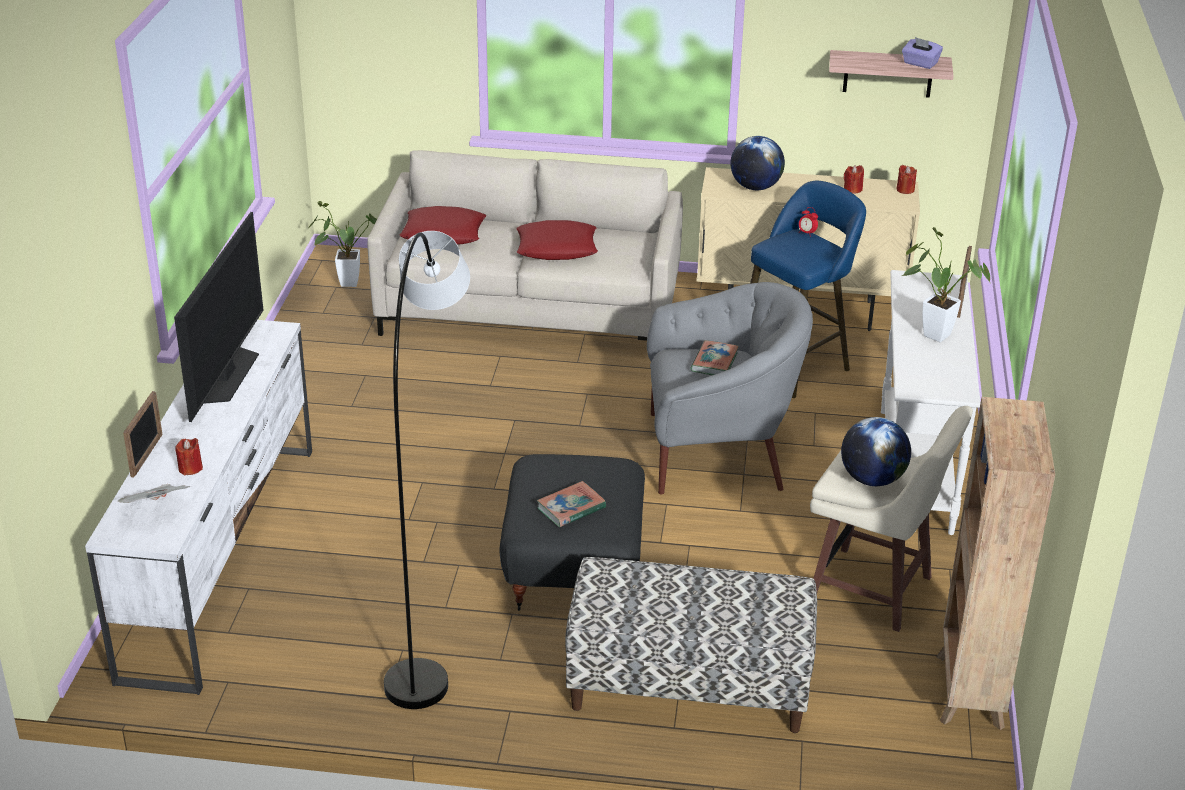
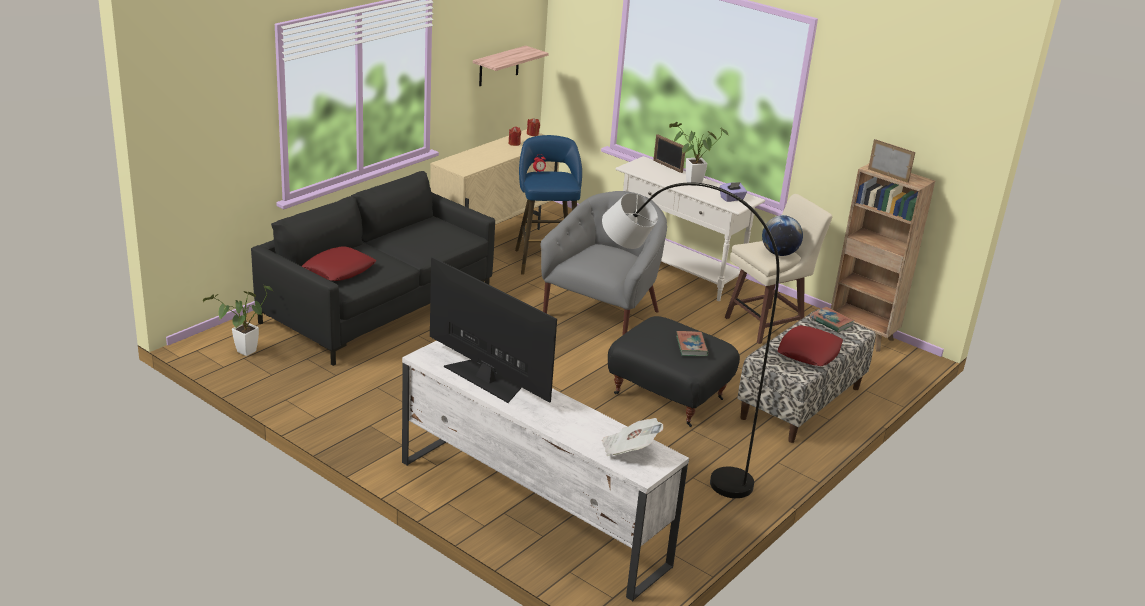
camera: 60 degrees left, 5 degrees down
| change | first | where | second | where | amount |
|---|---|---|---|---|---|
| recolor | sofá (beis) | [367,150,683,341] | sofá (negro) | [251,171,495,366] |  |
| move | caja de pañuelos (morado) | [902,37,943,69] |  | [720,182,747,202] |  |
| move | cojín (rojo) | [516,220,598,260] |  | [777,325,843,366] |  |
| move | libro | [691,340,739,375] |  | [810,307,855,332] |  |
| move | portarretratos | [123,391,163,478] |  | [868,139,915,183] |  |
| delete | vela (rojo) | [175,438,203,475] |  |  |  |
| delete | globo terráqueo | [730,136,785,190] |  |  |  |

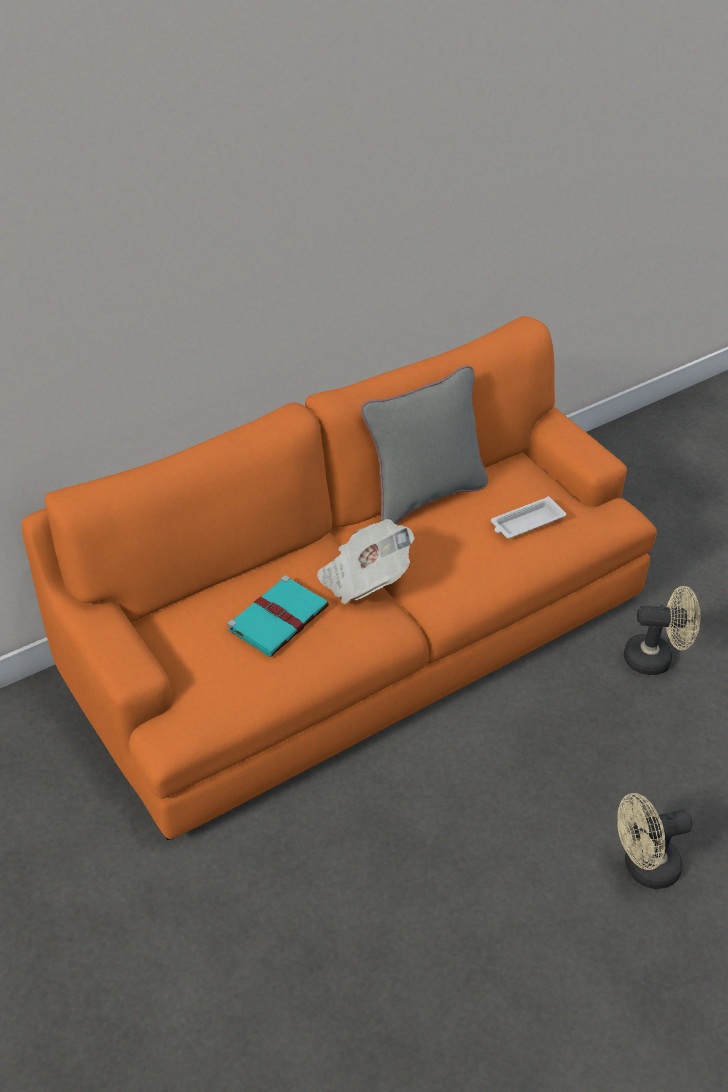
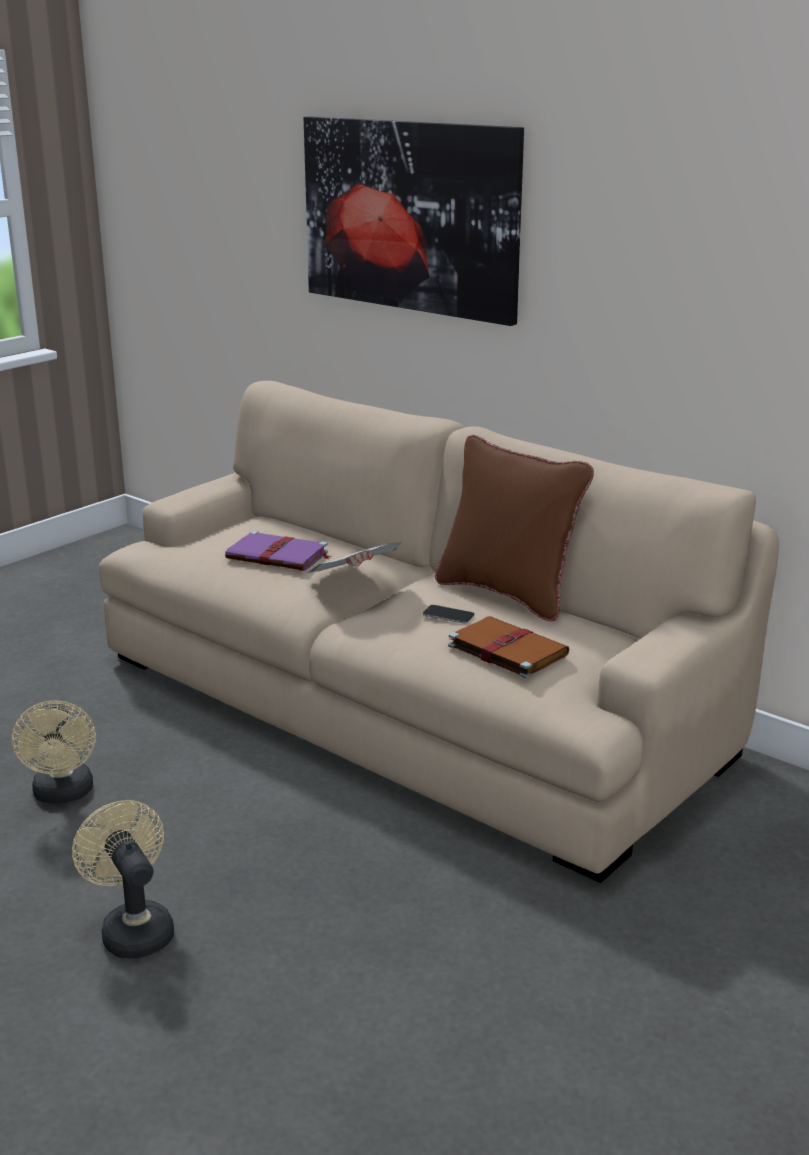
camera: 75 degrees right, 20 degrees down
| change | first | where | second | where | amount |
|---|---|---|---|---|---|
| move | ventilador (beis) | [624,586,701,675] |  | [12,701,96,804] |  |
| recolor | sofá (naranja) | [21,316,657,840] | sofá (beis) | [99,381,779,883] |  |
| recolor | libro (turquesa) | [227,575,329,657] | libro (morado) | [225,531,330,571] |  |
| insert |  |  | cuadro | [304,116,524,326] |  |
| insert |  |  | móvil | [422,605,474,623] |  |
| recolor | cojín (gris) | [361,365,488,524] | cojín (marrón) | [435,435,594,621] |  |
| replace | bandeja (blanco) | [491,496,567,539] | libro (marrón) | [448,616,570,678] |  |

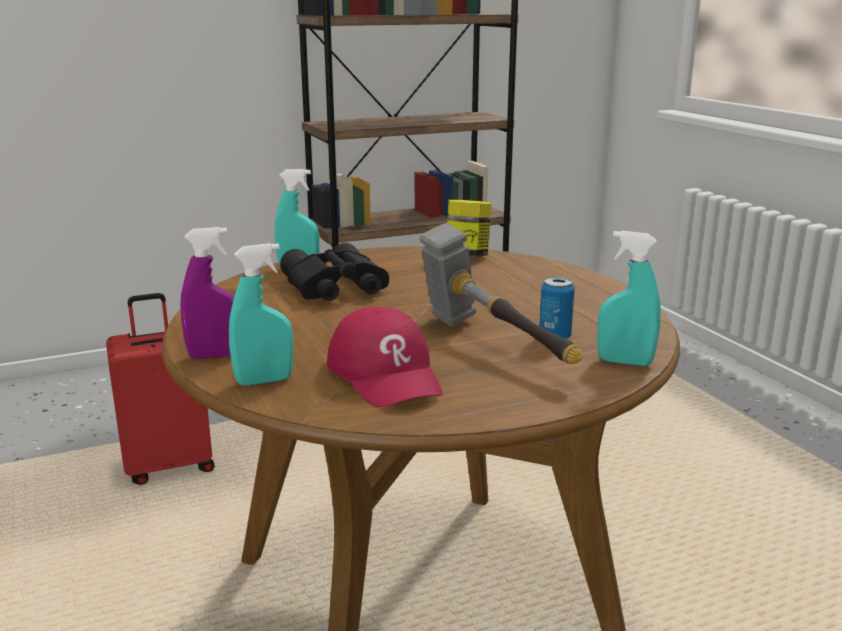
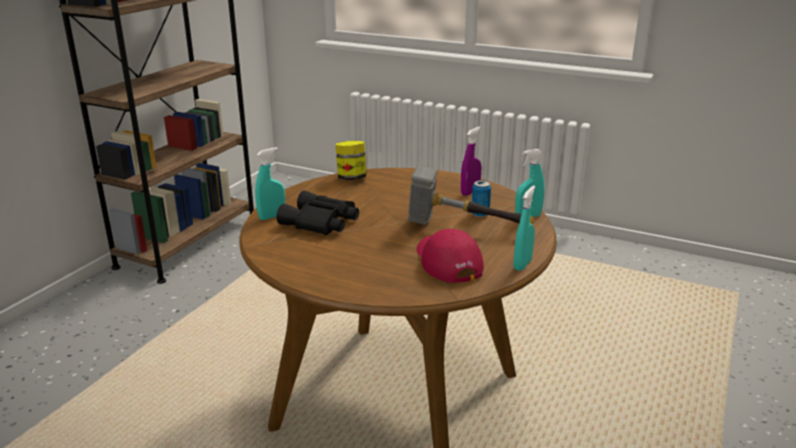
camera: 40 degrees left, 5 degrees up
| change | first | where | second | where | amount |
|---|---|---|---|---|---|
| rotate | gorra (rojo) | [327,307,443,408] |  | [417,229,484,283] | 135 degrees counterclockwise |
| move | pulverizador (morado) | [180,227,234,359] |  | [461,127,481,196] |  |
| move | pulverizador (turquesa) | [229,243,293,386] |  | [514,185,535,271] |  |
| delete | maleta (rojo) | [106,293,215,485] |  |  |  |

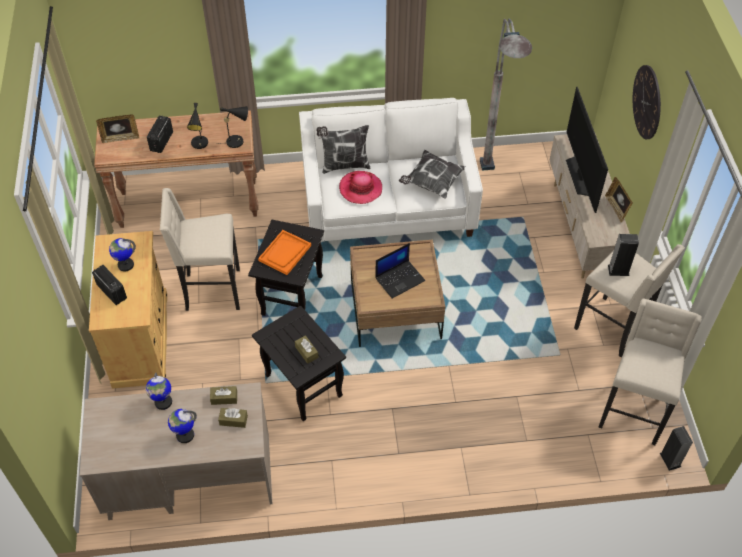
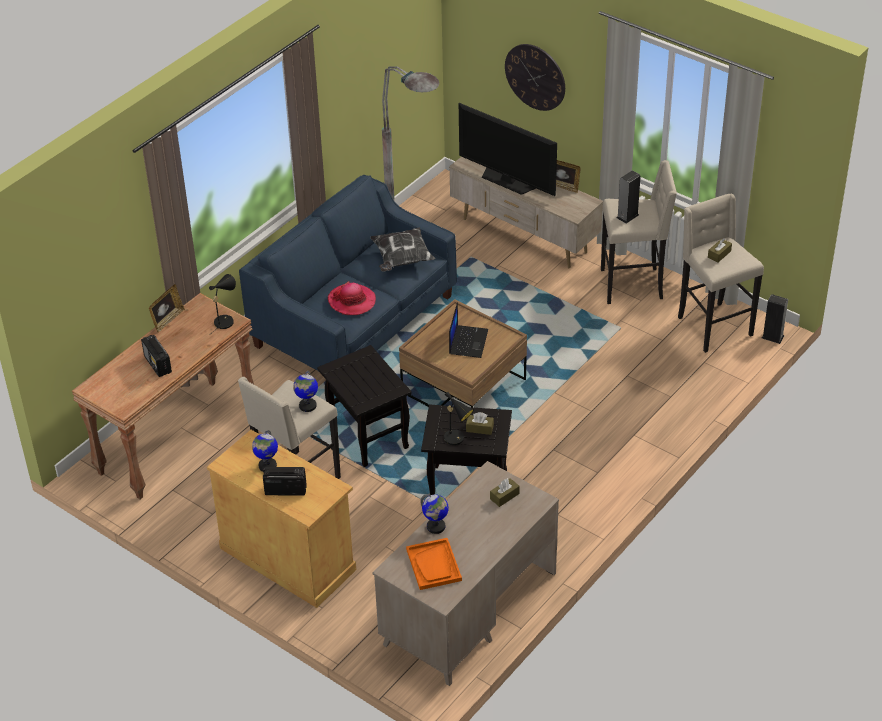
camera: 45 degrees left, 10 degrees down
| change | first | where | second | where | amount |
|---|---|---|---|---|---|
| move | portarretratos | [96,114,139,143] |  | [149,284,185,333] |  |
| recolor | sofá (blanco) | [299,98,483,242] | sofá (azul) | [239,175,457,371] |  |
| move | globo terráqueo | [168,409,197,443] |  | [293,371,318,412] |  |
| move | bandeja (naranja) | [258,230,311,275] |  | [406,538,462,590] |  |
| move | lámpara de mesa (negro) | [187,102,208,149] |  | [437,392,474,445] |  |
| move | caja de pañuelos (marrón) | [210,386,237,405] |  | [708,238,732,263] |  |
| delete | cojín | [316,125,371,174] |  |  |  |

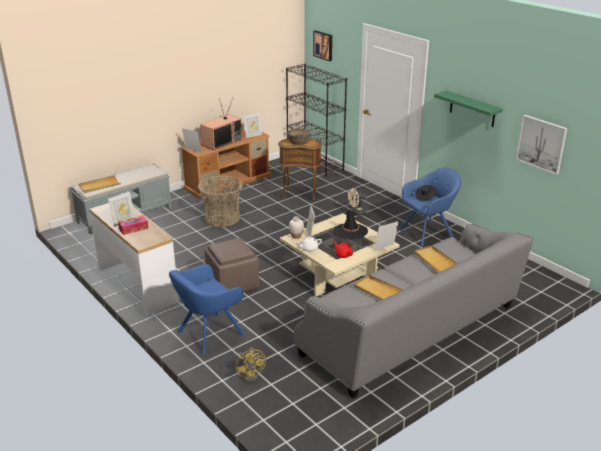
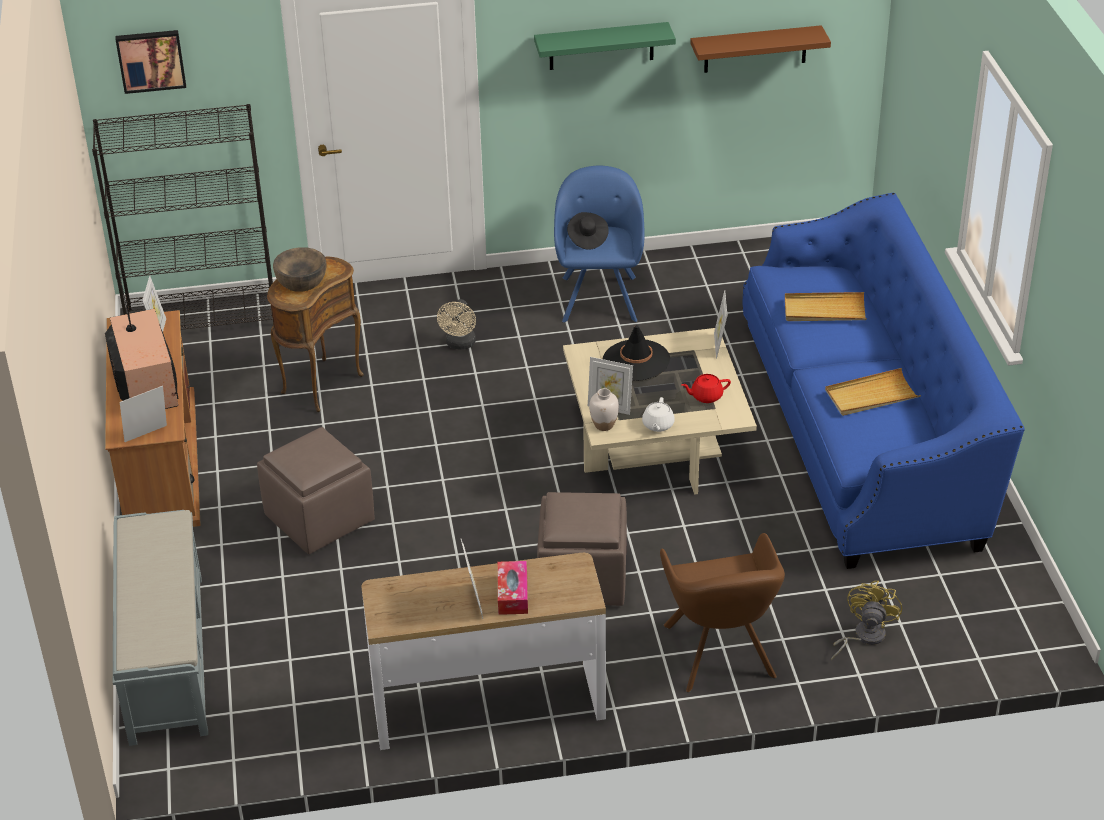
camera: 60 degrees left, 10 degrees up
| change | first | where | second | where | amount |
|---|---|---|---|---|---|
| replace | cesta | [198,175,243,227] | puf (marrón) | [257,427,375,554] |  |
| recolor | sillón (azul) | [169,264,245,355] | sillón (marrón) | [660,533,785,693] |  |
| replace | cuadro | [516,115,567,175] | estante (marrón) | [690,25,831,73] |  |
| recolor | sofá (gris) | [294,224,534,398] | sofá (azul) | [742,193,1025,569] |  |
| rotate | ventilador (amarillo) | [236,347,266,382] |  | [831,581,902,660] | 75 degrees counterclockwise |
| delete | bandeja (beis) | [79,175,121,193] |  |  |  |

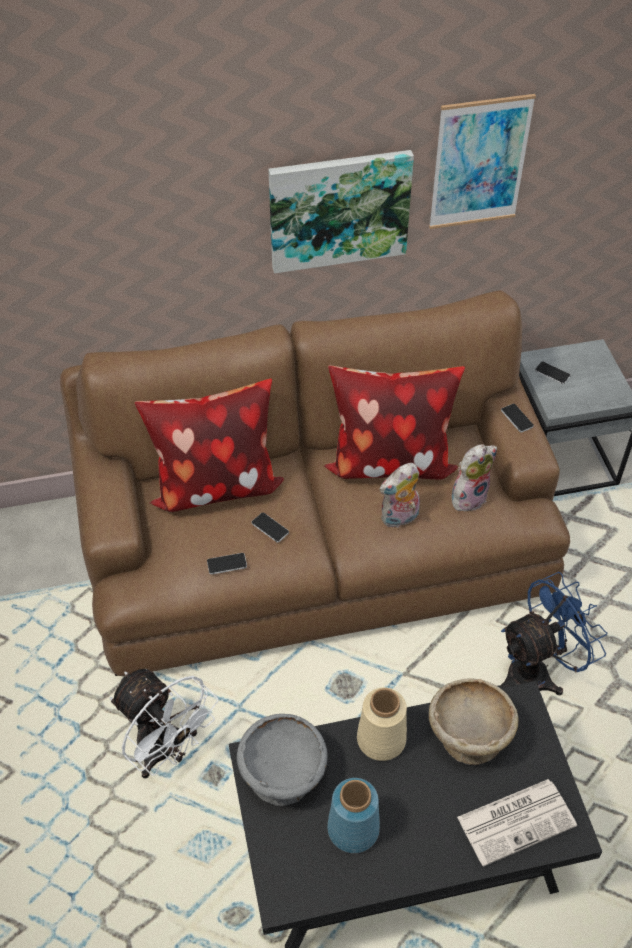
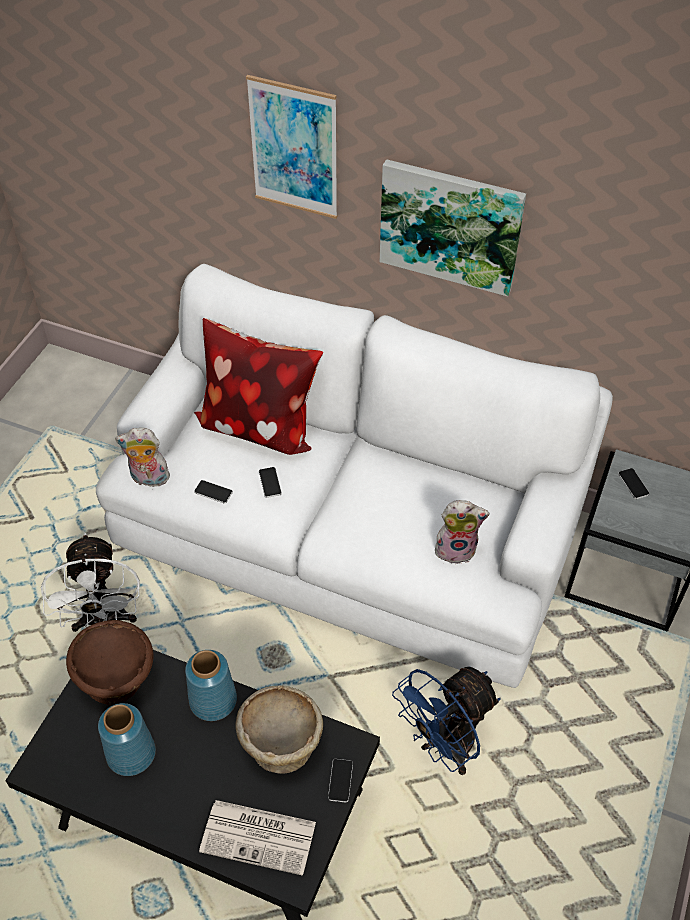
camera: 35 degrees right, 0 degrees up
| change | first | where | second | where | amount |
|---|---|---|---|---|---|
| recolor | cuenco (gris) | [237,714,328,806] | cuenco (marrón) | [66,620,154,705] |  |
| recolor | sofá (marrón) | [60,291,570,676] | sofá (blanco) | [96,264,613,688] |  |
| move | peluche | [379,463,420,528] |  | [115,428,170,487] |  |
| recolor | florero (beis) | [357,687,407,761] | florero (azul) | [185,650,237,721] |  |
| move | cuadro | [429,94,536,229] |  | [246,75,337,219] |  |
| move | móvil | [501,404,534,432] |  | [328,759,353,802] |  |
| rotate | ventilador (azul) | [498,572,607,696] |  | [392,666,501,775] | 135 degrees clockwise |
| delete | cojín | [324,365,465,479] |  |  |  |

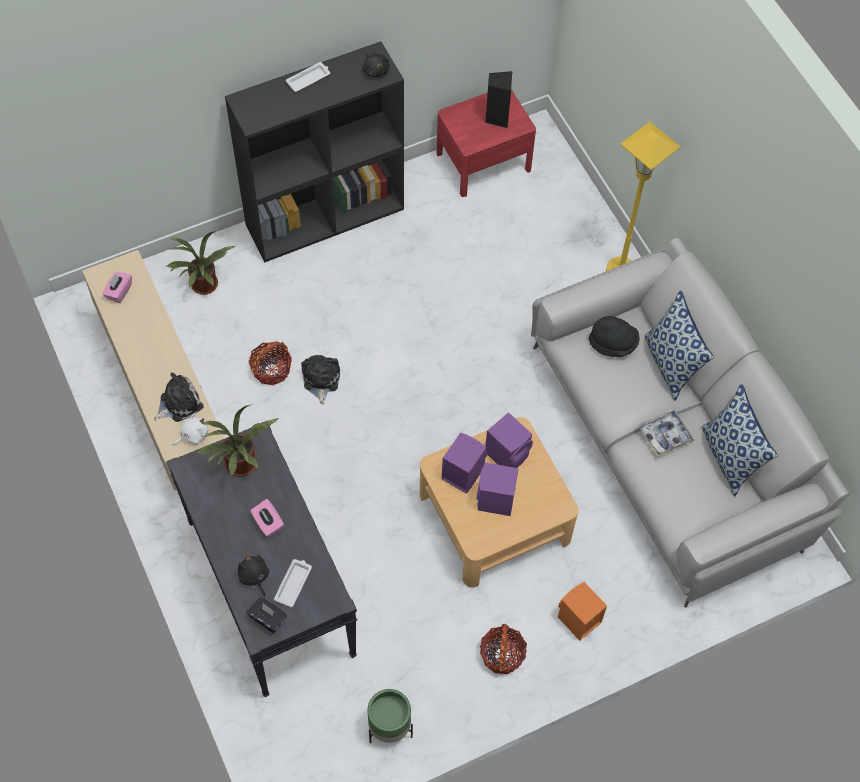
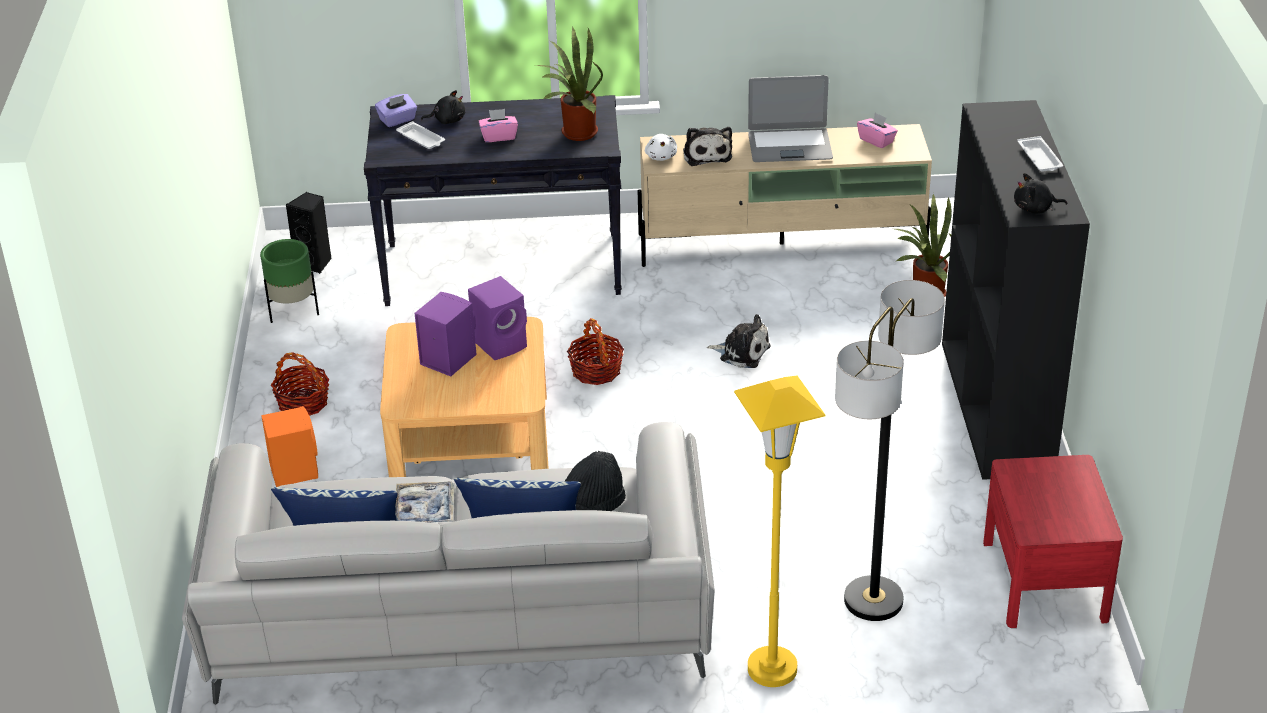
camera: 115 degrees right, 25 degrees down
| change | first | where | second | where | amount |
|---|---|---|---|---|---|
| move | altavoz (negro) | [485,71,512,128] |  | [286,192,332,274] |  |
| recolor | caja de pañuelos (negro) | [247,597,287,633] | caja de pañuelos (morado) | [375,94,417,127] |  |
| move | cesta | [248,341,292,385] |  | [567,318,624,385] |  |
| insert |  |  | portátil | [748,75,833,162] |  |
| insert |  |  | lámpara de pie | [835,280,945,621] |  |
| delete | altavoz (morado) | [485,412,533,468] |  |  |  |

